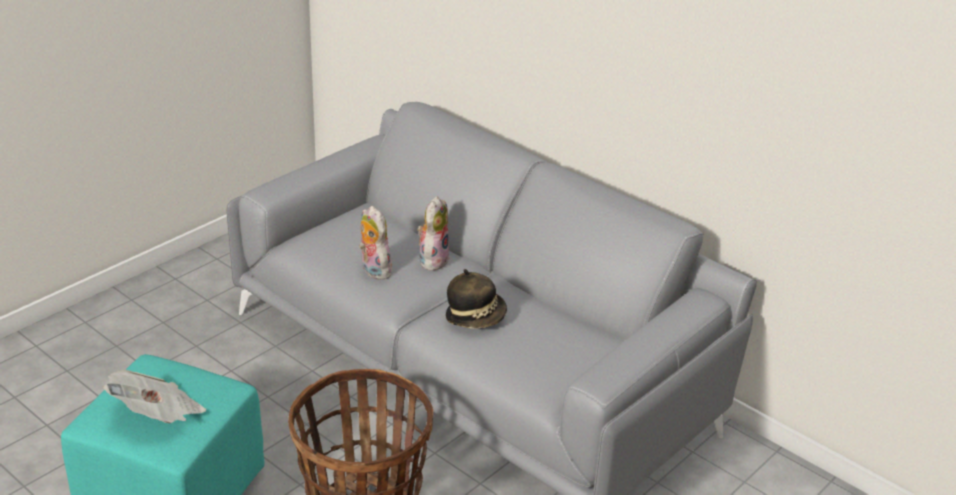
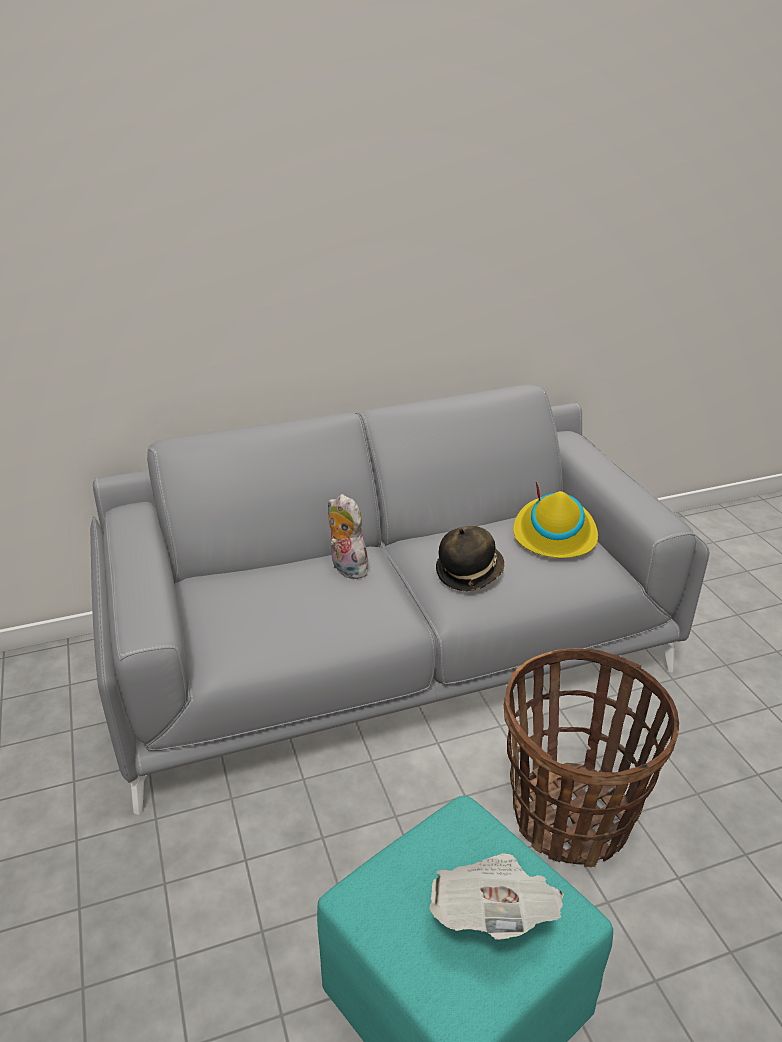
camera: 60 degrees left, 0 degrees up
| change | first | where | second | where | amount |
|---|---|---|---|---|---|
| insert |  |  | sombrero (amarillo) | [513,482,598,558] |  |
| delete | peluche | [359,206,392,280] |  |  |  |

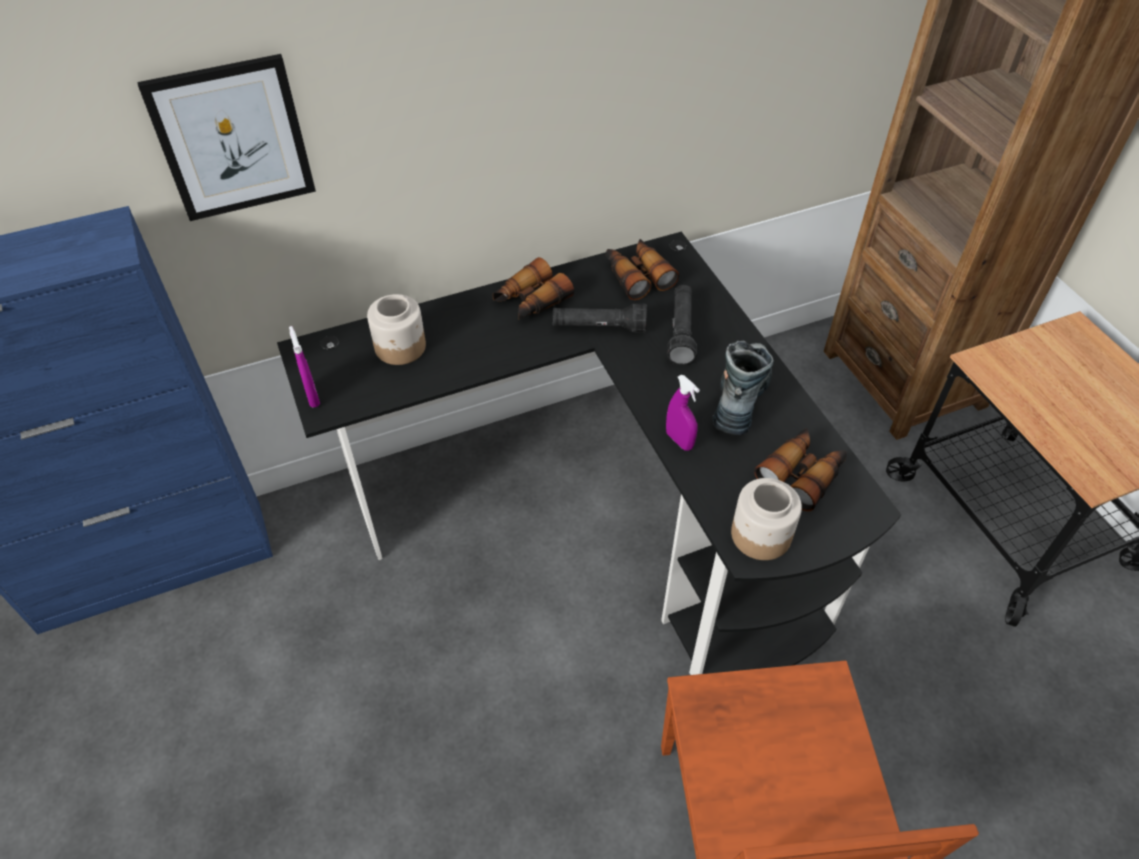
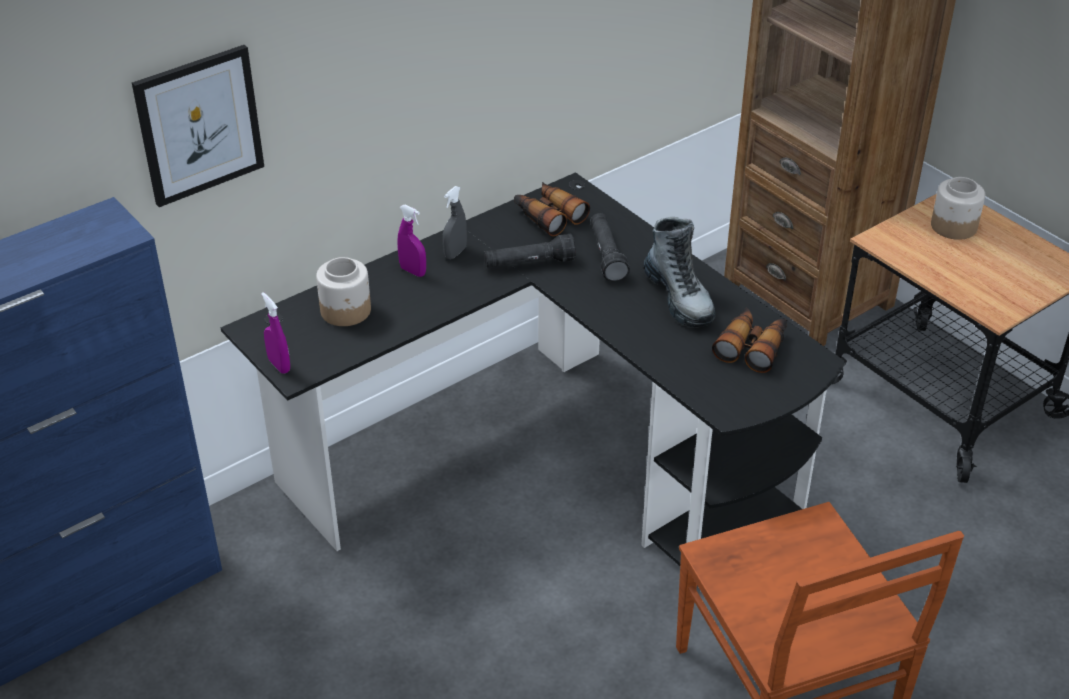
camera: 15 degrees left, 10 degrees down
| change | first | where | second | where | amount |
|---|---|---|---|---|---|
| move | pulverizador (morado) | [666,375,700,451] |  | [397,205,426,277] |  |
| replace | prismáticos | [492,257,574,320] | pulverizador (gris) | [443,186,467,259] |  |
| rotate | bota | [713,341,774,435] |  | [643,217,715,327] | 150 degrees clockwise |
| move | tarro | [731,478,802,560] |  | [931,177,985,240] |  |

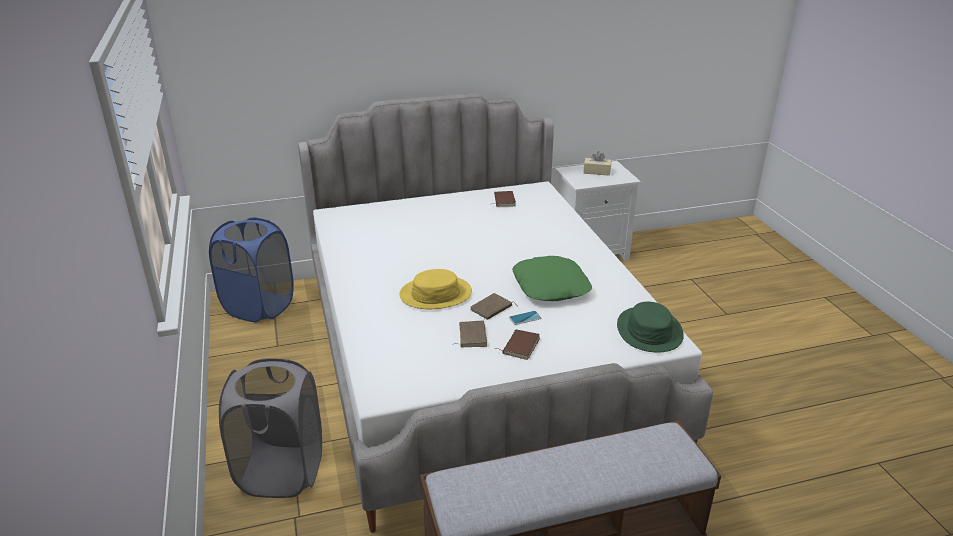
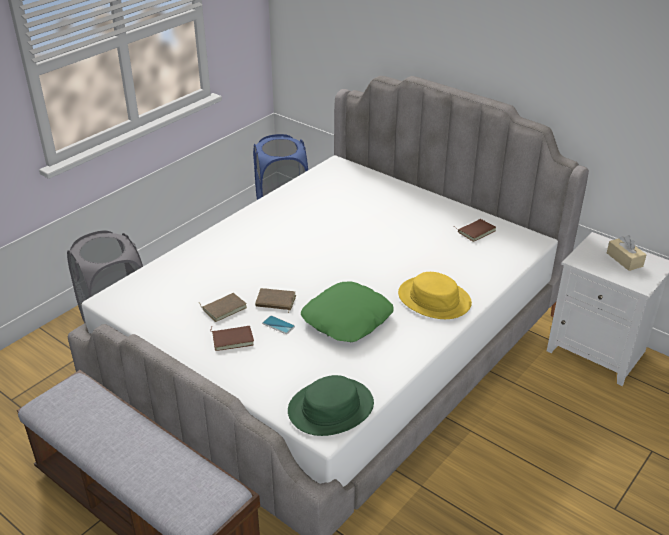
camera: 55 degrees right, 5 degrees up
| change | first | where | second | where | amount |
|---|---|---|---|---|---|
| move | sombrero (amarillo) | [399,269,472,309] |  | [398,272,472,319] |  |

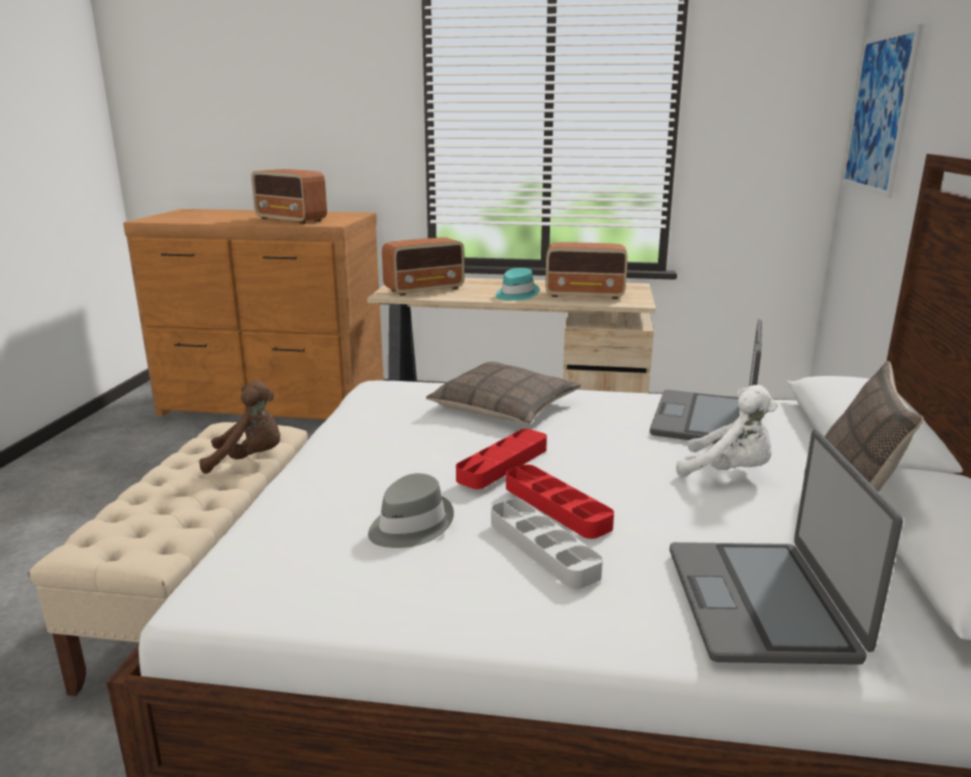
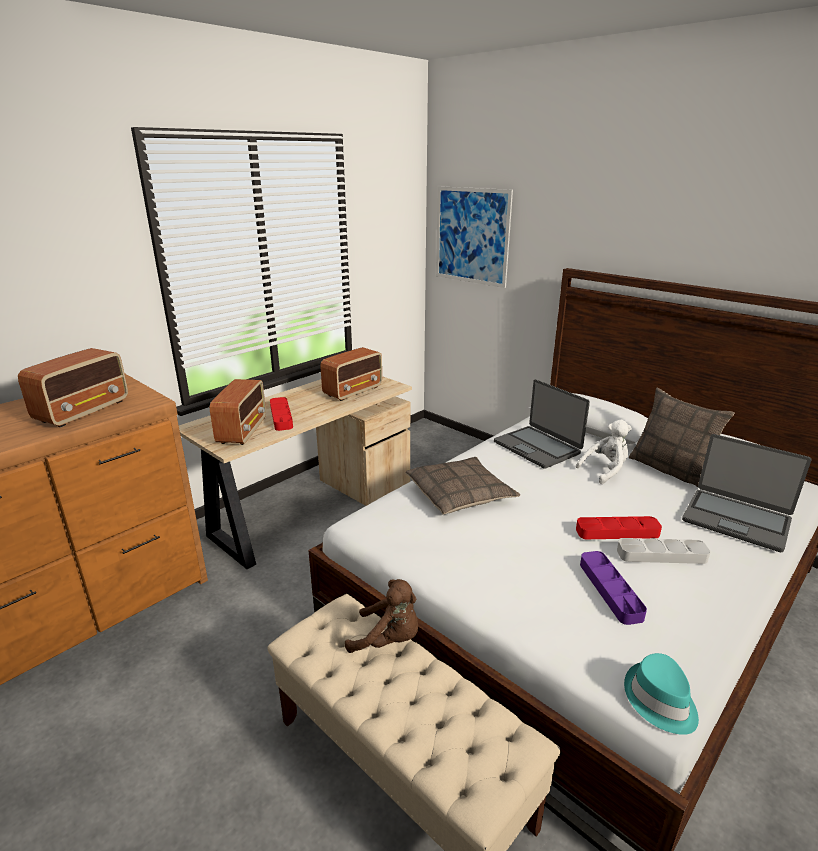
camera: 55 degrees left, 5 degrees up
| change | first | where | second | where | amount |
|---|---|---|---|---|---|
| rotate | radio | [251,169,327,224] |  | [18,348,128,427] | 45 degrees counterclockwise |
| move | bandeja (rojo) | [456,429,547,489] |  | [270,397,293,431] |  |
| rotate | peluche (marrón) | [199,380,280,474] |  | [345,579,418,653] | 75 degrees clockwise |
| replace | sombrero (gris) | [368,473,454,548] | bandeja (morado) | [580,551,647,625] |  |
| move | sombrero (turquesa) | [496,268,539,300] |  | [624,653,699,735] |  |

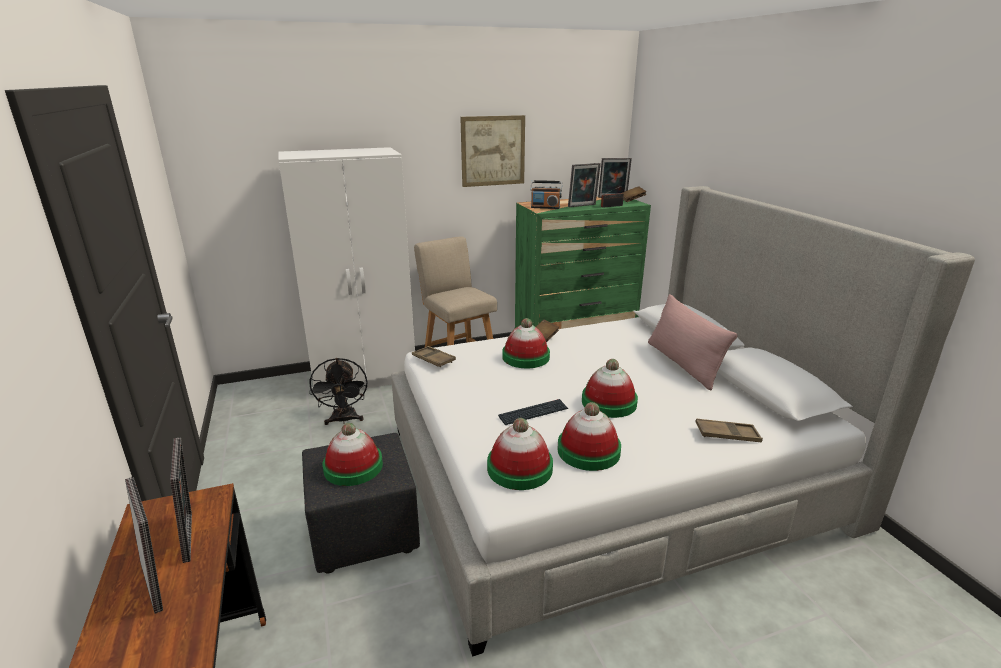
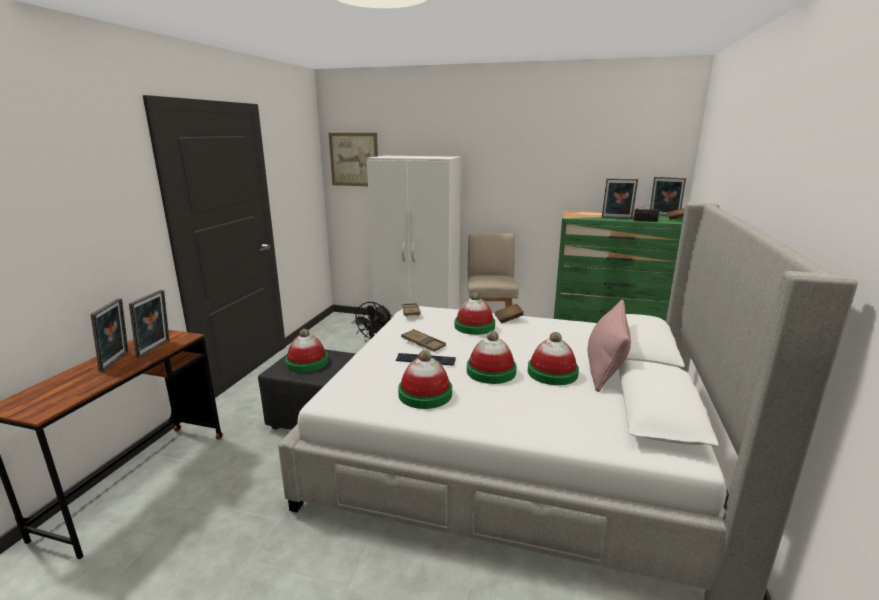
camera: 35 degrees right, 5 degrees down
| change | first | where | second | where | amount |
|---|---|---|---|---|---|
| move | cuadro | [460,115,525,187] |  | [329,133,378,186] |  |
| move | bandeja (marrón) | [696,418,763,442] |  | [401,329,446,352] |  |
| move | sombrero | [487,418,553,490] |  | [528,332,579,385] |  |
| delete | radio | [530,180,562,209] |  |  |  |

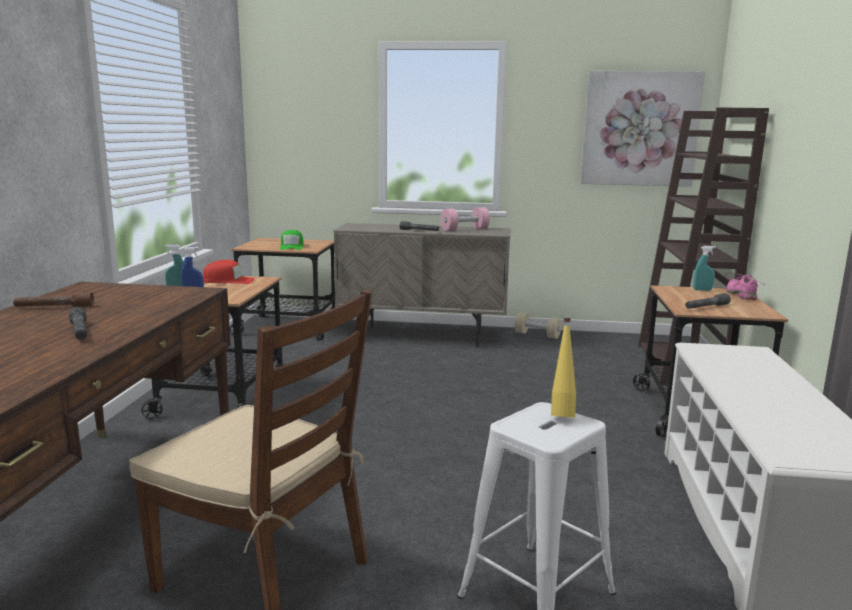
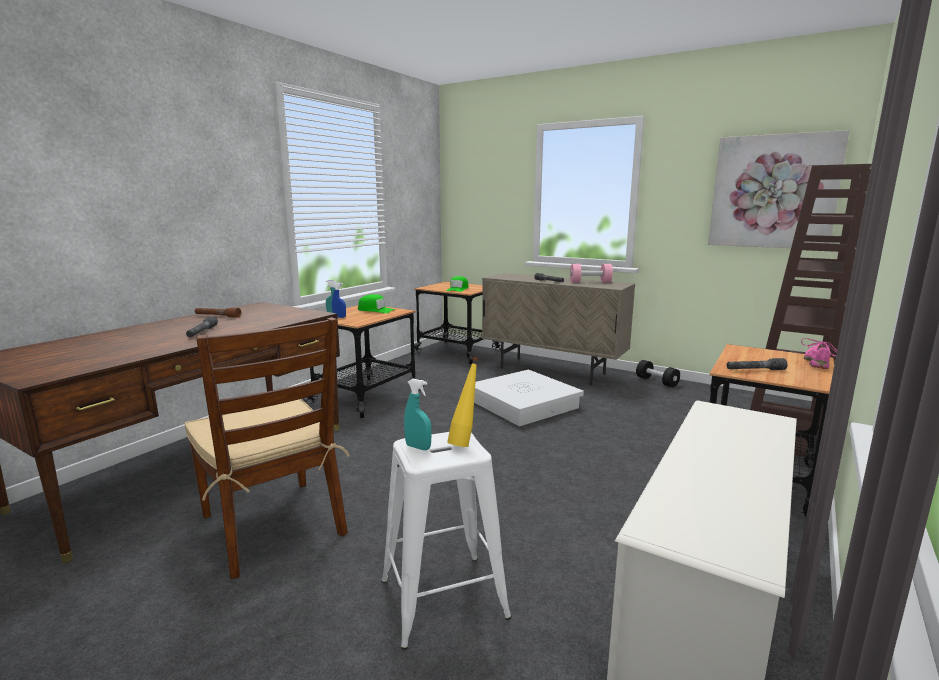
camera: 25 degrees right, 0 degrees up
| change | first | where | second | where | amount |
|---|---|---|---|---|---|
| recolor | gorra (rojo) | [203,260,255,284] | gorra (verde) | [358,294,395,313] |  |
| move | pulverizador (turquesa) | [693,246,716,291] |  | [404,379,432,450] |  |
| insert |  |  | caja de almacenaje (blanco) | [474,370,584,426] |  |
| recolor | mancuerna (beis) | [515,313,561,339] | mancuerna (negro) | [636,360,680,387] |  |

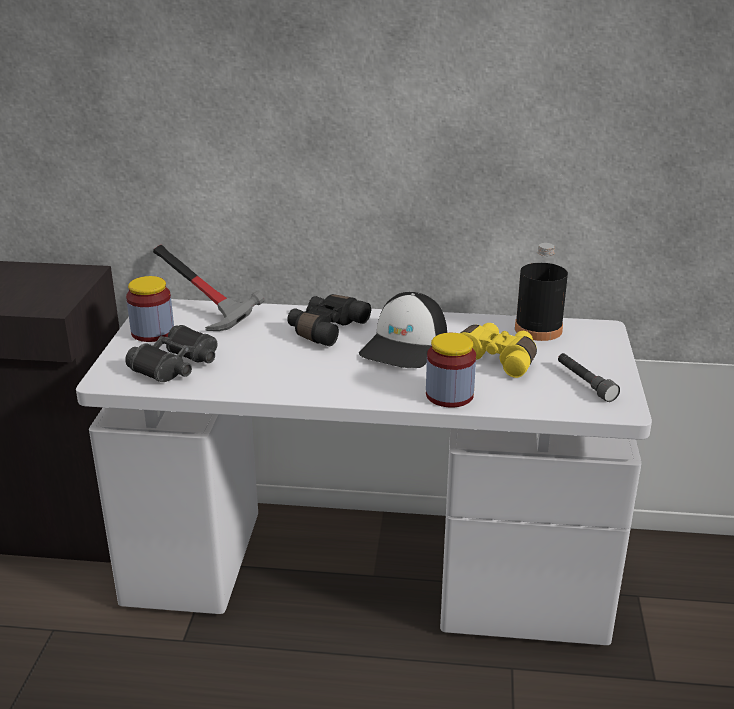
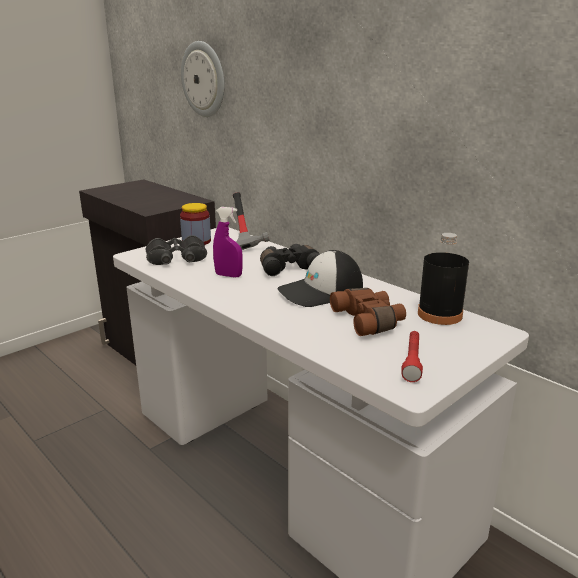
camera: 40 degrees right, 5 degrees down
| change | first | where | second | where | amount |
|---|---|---|---|---|---|
| insert |  |  | reloj de pared | [181,41,225,117] |  |
| insert |  |  | pulverizador (morado) | [213,207,243,278] |  |
| recolor | prismáticos (amarillo) | [460,323,537,378] | prismáticos (marrón) | [330,288,406,336] |  |
| recolor | linterna (gris) | [558,353,620,402] | linterna (rojo) | [402,331,423,382] |  |
| delete | tarro | [426,333,476,408] |  |  |  |

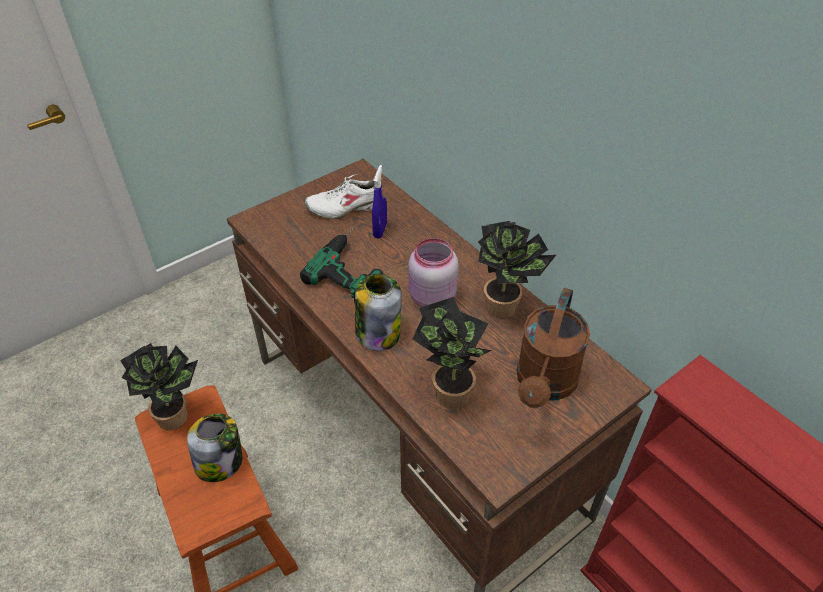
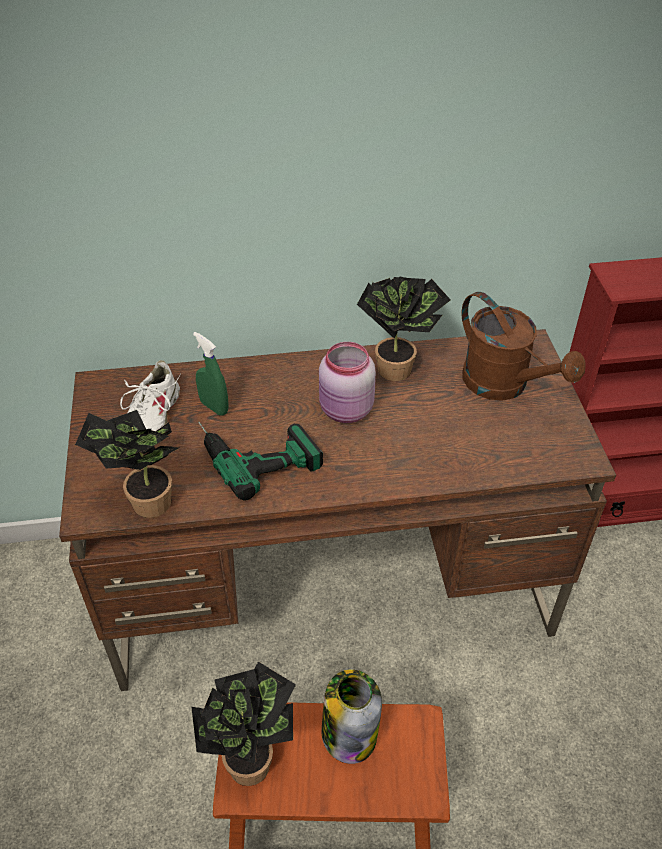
camera: 60 degrees left, 0 degrees up
| change | first | where | second | where | amount |
|---|---|---|---|---|---|
| move | planta en maceta | [413,297,492,409] |  | [75,410,180,518] |  |
| recolor | pulverizador (azul) | [372,165,387,239] | pulverizador (verde) | [193,332,229,416] |  |
| delete | tarro | [355,274,402,351] |  |  |  |

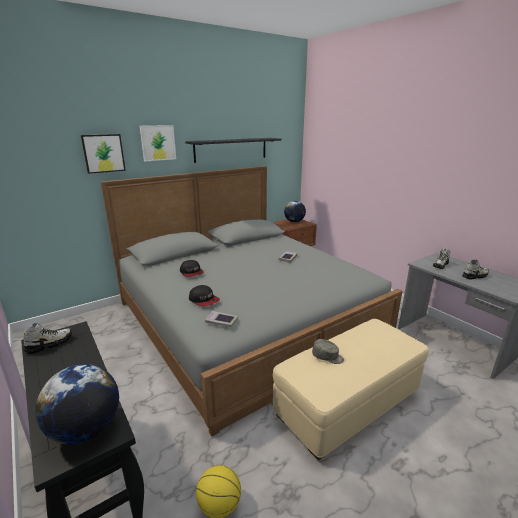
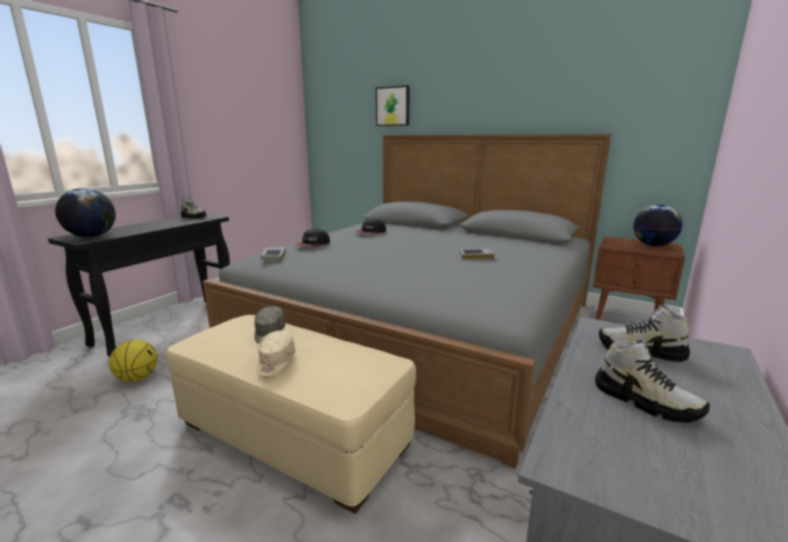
camera: 65 degrees right, 5 degrees down
| change | first | where | second | where | amount |
|---|---|---|---|---|---|
| insert |  |  | gorra (beis) | [257,330,295,376] |  |
| delete | cuadro | [140,125,176,161] |  |  |  |
| delete | estante (negro) | [185,138,282,163] |  |  |  |

